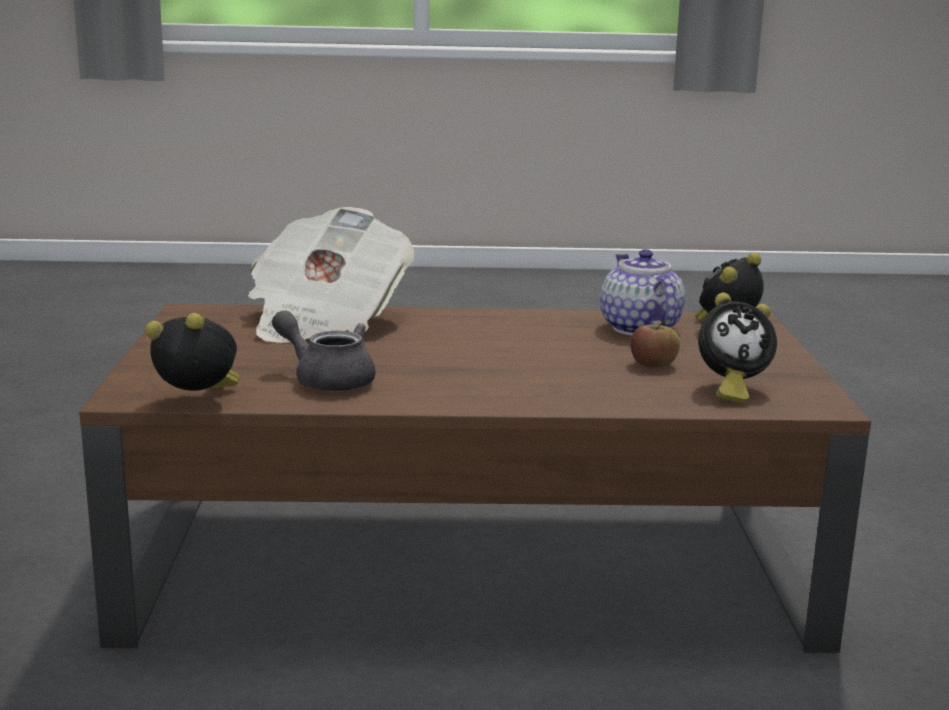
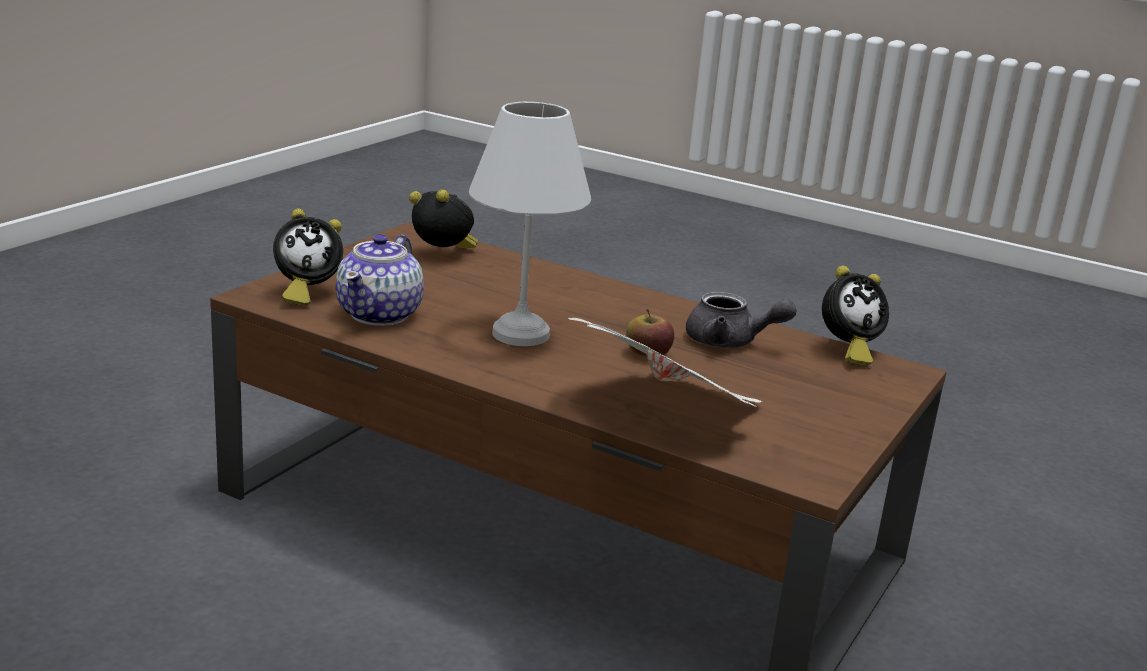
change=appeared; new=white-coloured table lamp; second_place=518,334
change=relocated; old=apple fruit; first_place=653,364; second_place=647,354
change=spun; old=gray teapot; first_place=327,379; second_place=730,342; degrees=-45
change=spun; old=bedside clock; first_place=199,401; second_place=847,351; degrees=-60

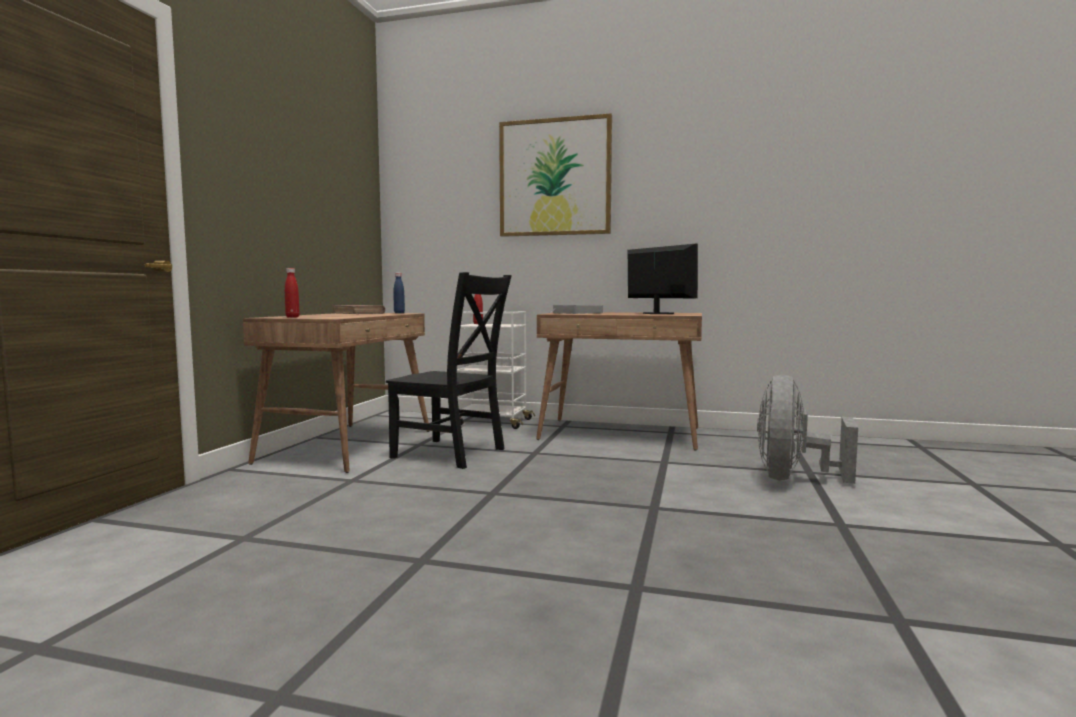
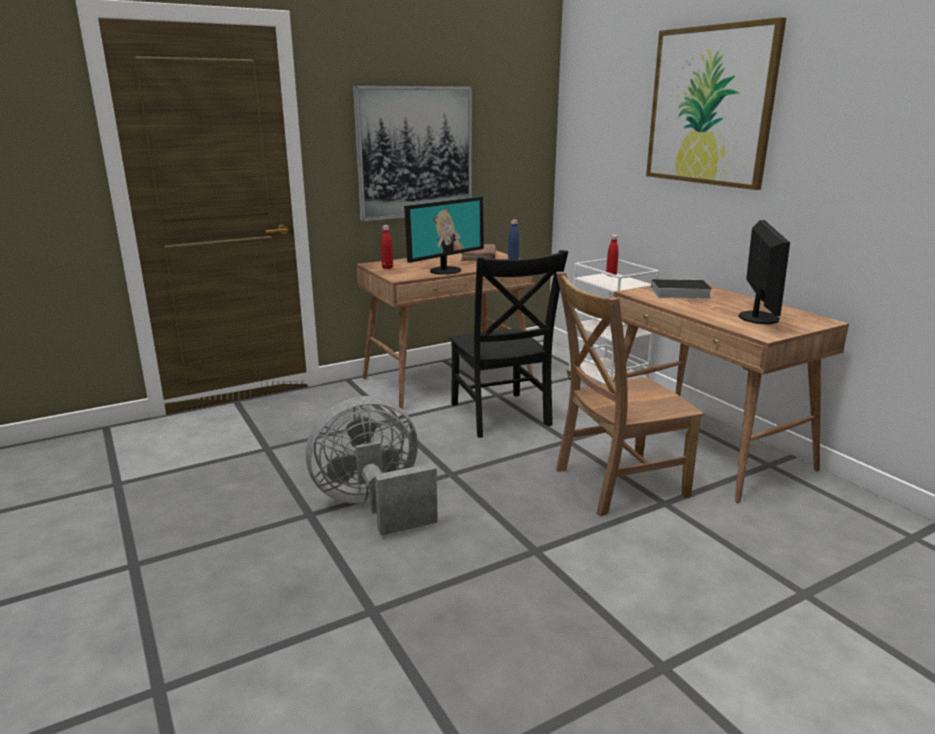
change=relocated; old=gray electric fan; first_place=793,478; second_place=374,506
change=appeared; new=wall art; second_place=415,153
change=appeared; new=monitor; second_place=445,270
change=appeared; new=brown upright chair; second_place=615,483

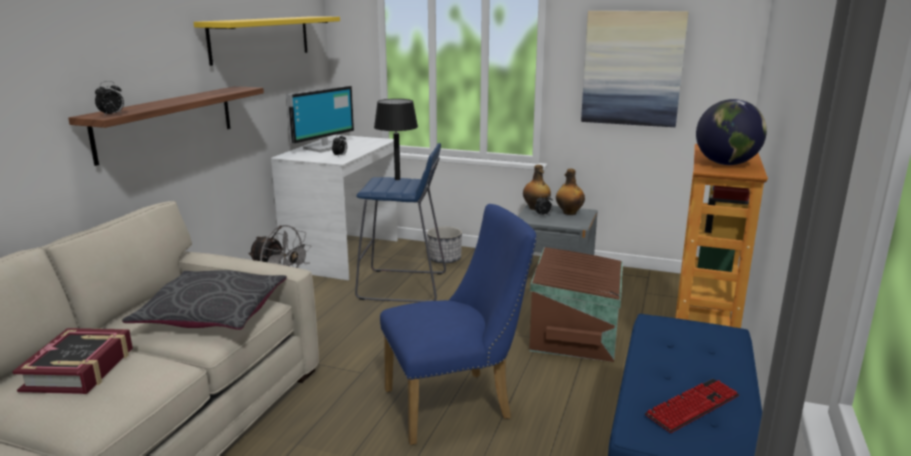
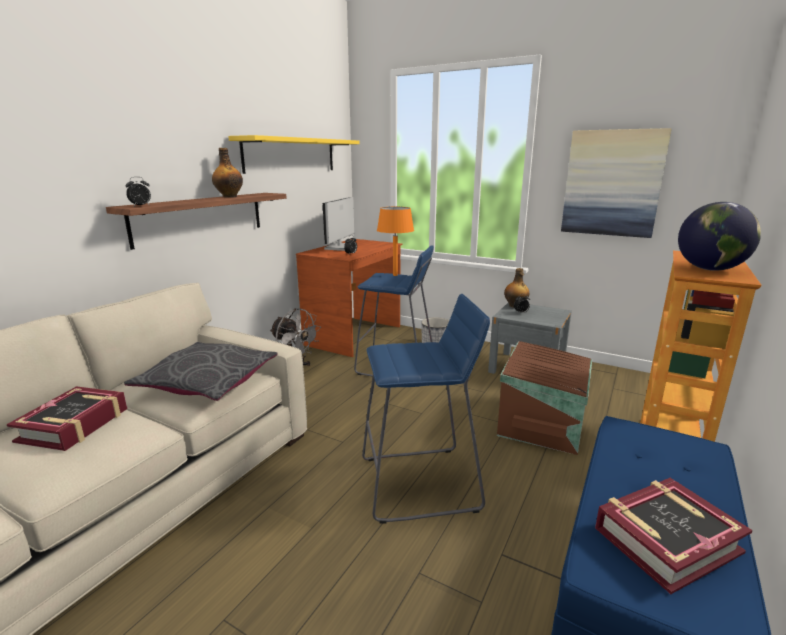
change=relocated; old=drink bottle; first_place=569,213; second_place=229,197
change=colour; old=white-coloured desk unit; new=brown desk unit; first_place=344,255; second_place=354,336
change=spun; old=monitor; first_place=323,147; second_place=341,247; degrees=150
change=exchanged; old=bluish upright chair; new=bluish stool seat; first_place=457,404; second_place=420,483
change=colour; old=black-coloured table lamp; new=orange table lamp; first_place=397,179; second_place=395,275
change=exchanged; old=keyboard; new=bound book; first_place=692,406; second_place=666,539

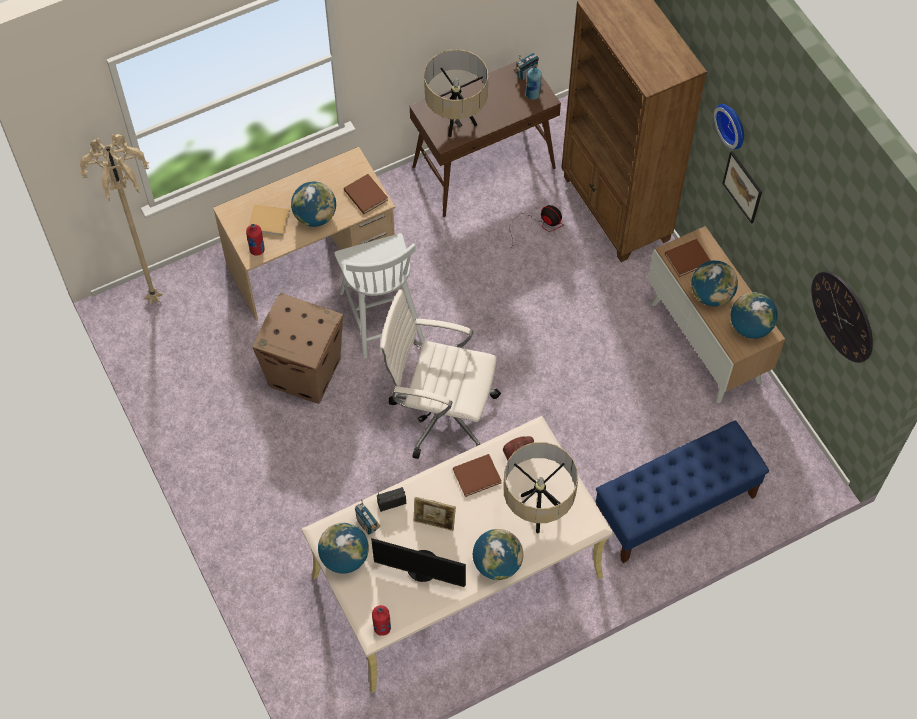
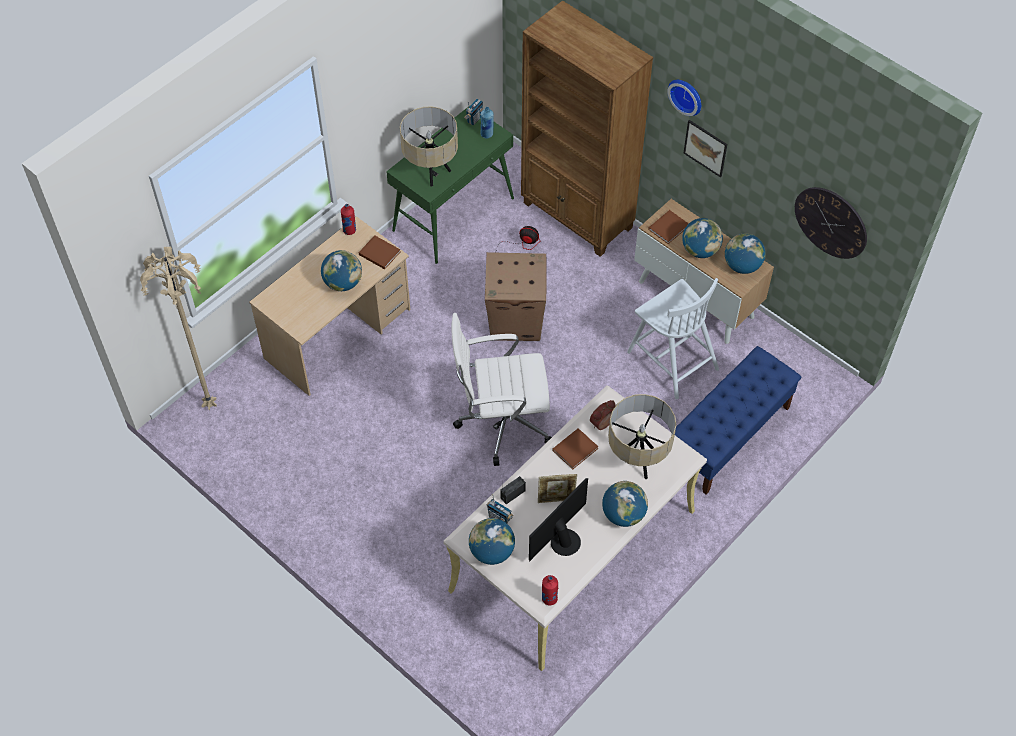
change=relocated; old=red-coloured drink bottle; first_place=257,250; second_place=349,230
change=colour; old=brown narrow table; new=green-coloured narrow table; first_place=484,167; second_place=453,214
change=relocated; old=packing box; first_place=305,372; second_place=516,320
change=spun; old=monitor; first_place=422,570; second_place=562,540; degrees=135
change=relocated; old=white-coloured upright chair; first_place=381,315; second_place=671,359
change=missing; old=beige-coloured bound book; first_place=270,221

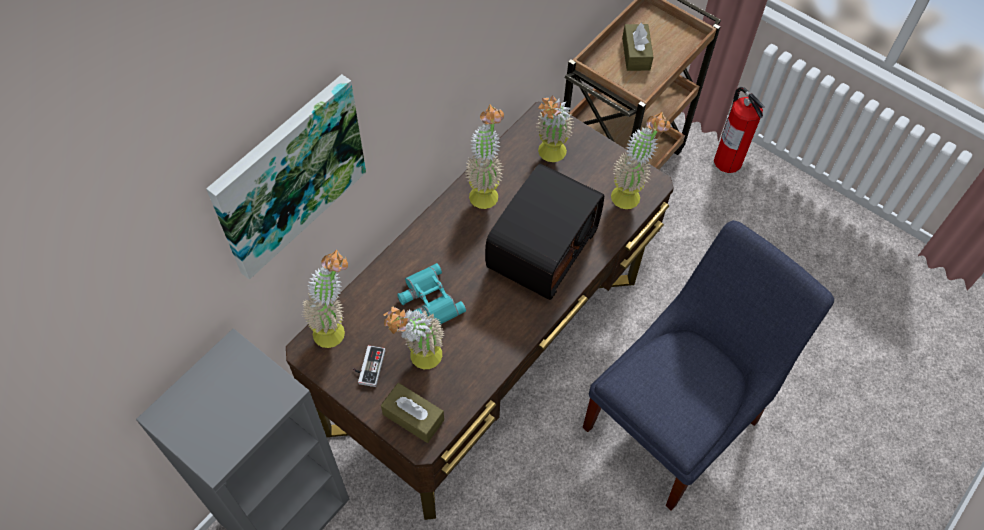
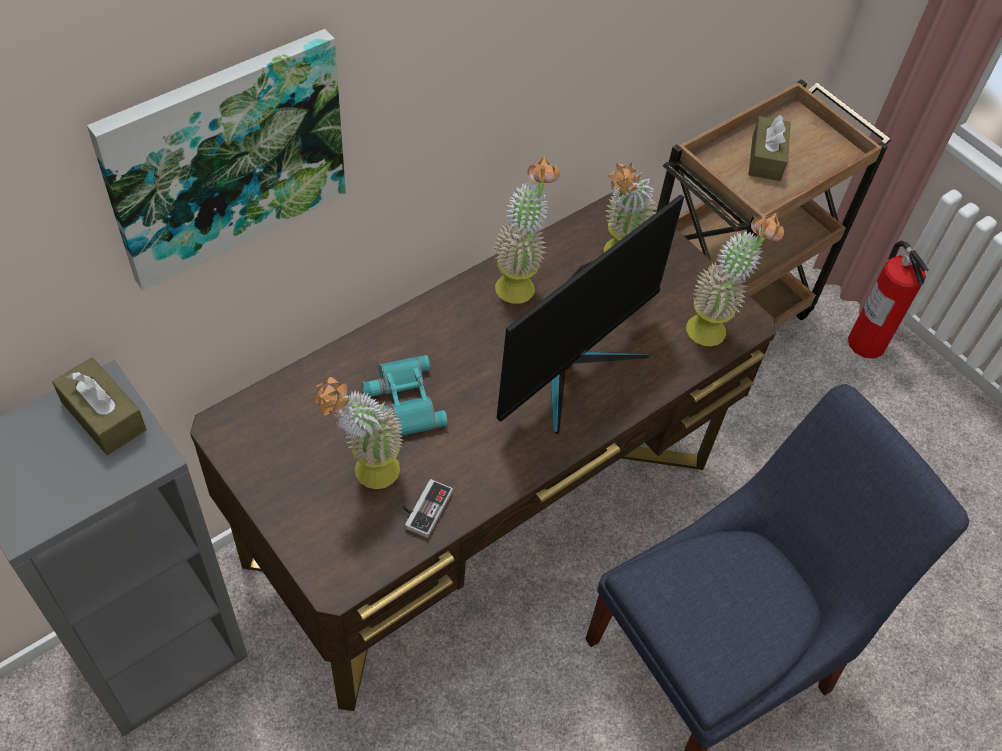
change=relocated; old=brown tissue holder; first_place=413,417; second_place=103,416
change=relocated; old=gamepad; first_place=368,366; second_place=423,508
change=exchanged; old=radio receiver; new=monitor; first_place=540,247; second_place=573,368
change=missing; old=potted plant; first_place=334,327

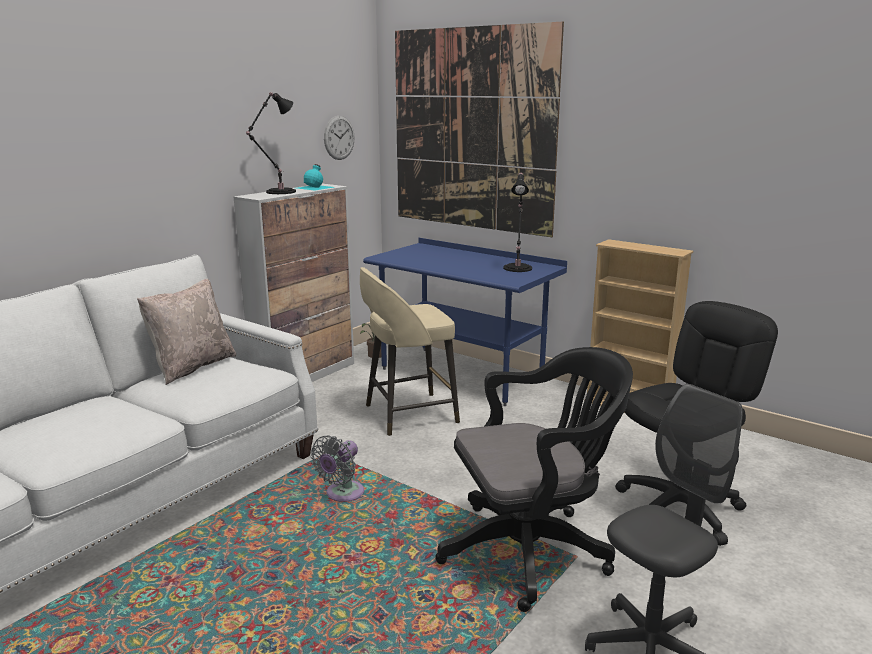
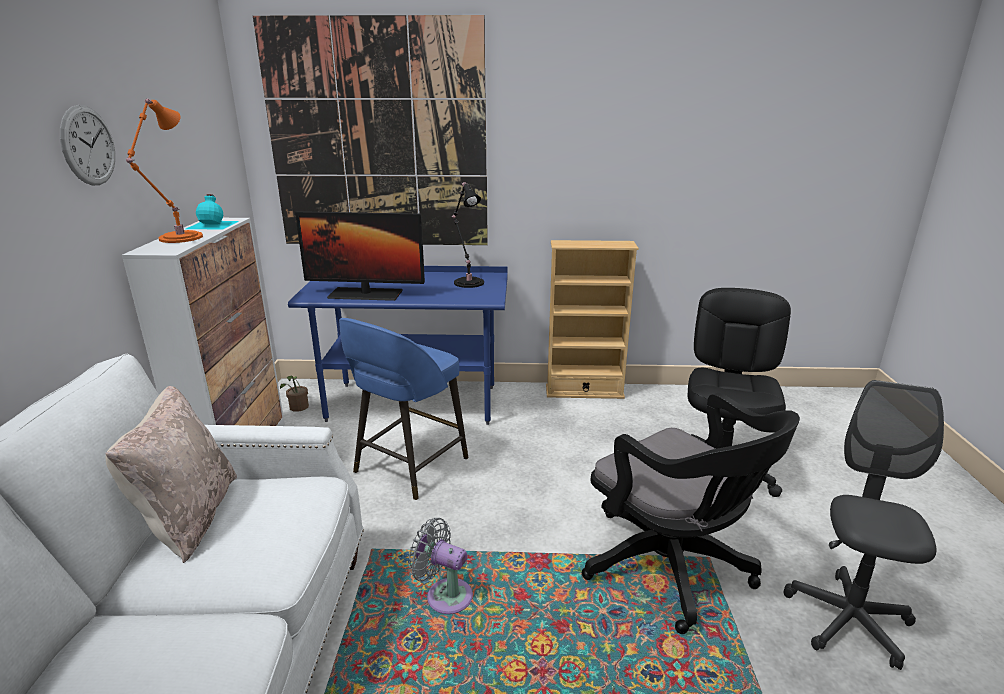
change=relocated; old=wall clock; first_place=339,138; second_place=88,146
change=colour; old=black-coloured table lamp; new=orange table lamp; first_place=278,192; second_place=178,238
change=appeared; new=monitor; second_place=365,294
change=colour; old=beige-coloured stool seat; new=bluish stool seat; first_place=408,414; second_place=409,466
change=spun; old=gray electric fan; first_place=342,494; second_place=445,595; degrees=120
change=spun; old=black-coloured office chair; first_place=532,550; second_place=672,569; degrees=105

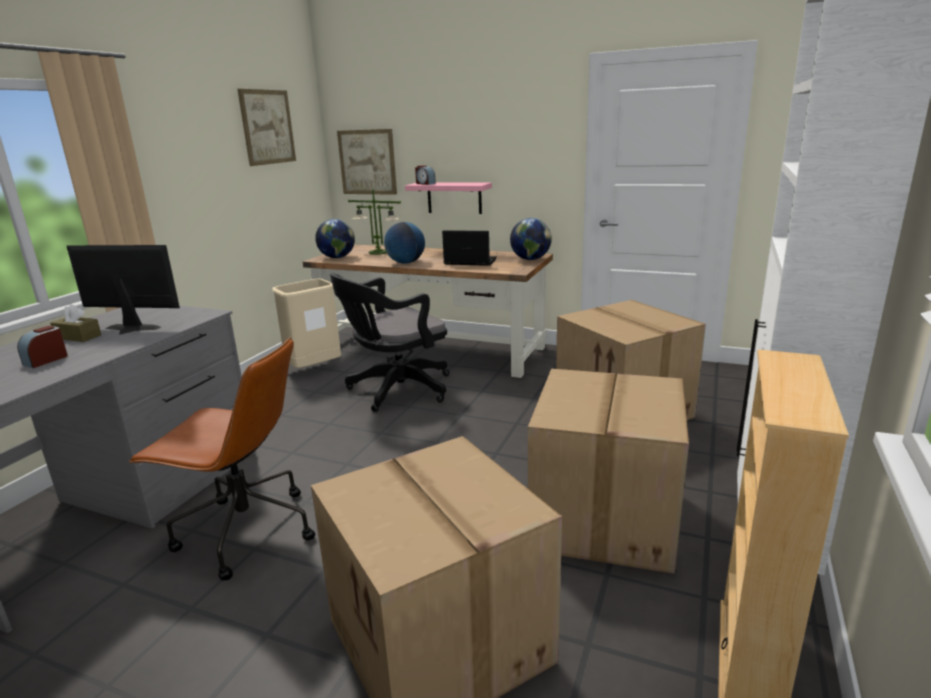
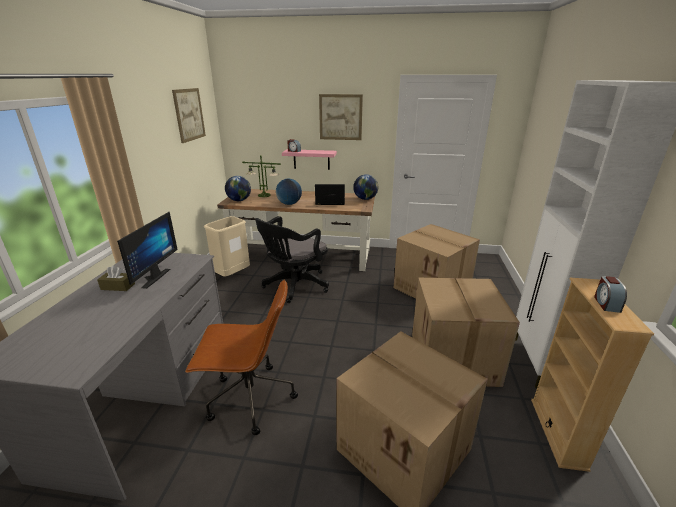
change=spun; old=monitor; first_place=128,330; second_place=152,277; degrees=105
change=relocated; old=wall art; first_place=367,162; second_place=340,117
change=relocated; old=bedside clock; first_place=46,360; second_place=606,303

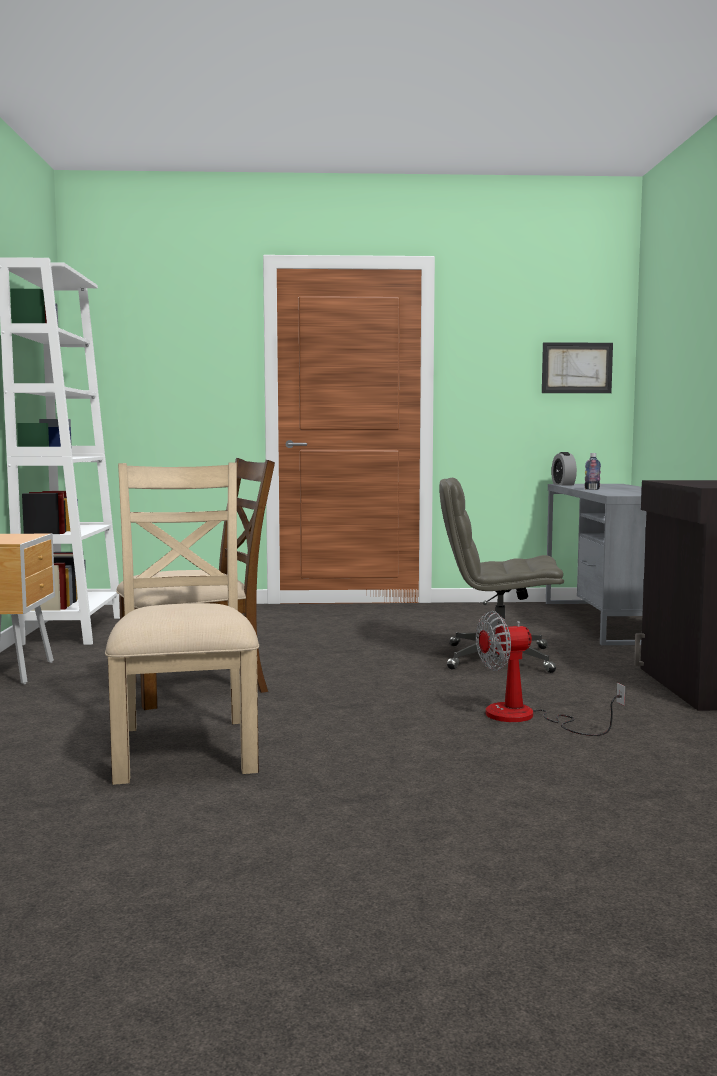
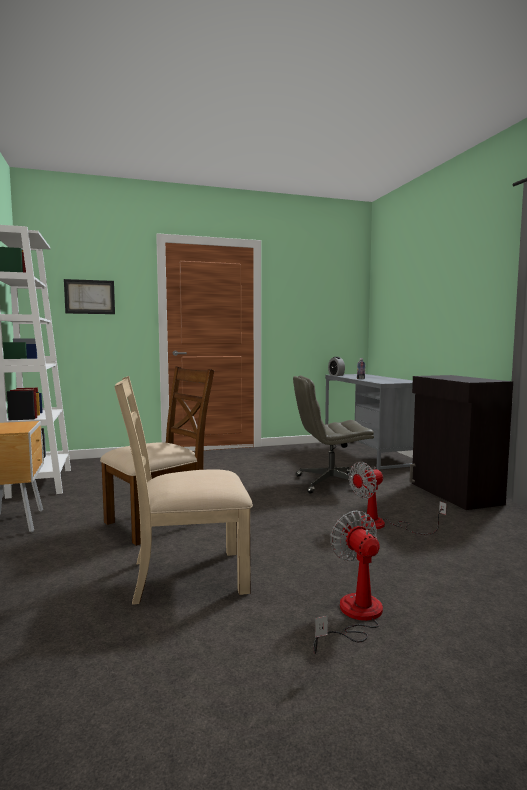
change=relocated; old=wall art; first_place=576,368; second_place=90,297
change=spun; old=beige-coloured upright chair; first_place=185,748; second_place=187,575; degrees=-75
change=appeared; new=electric fan; second_place=354,616

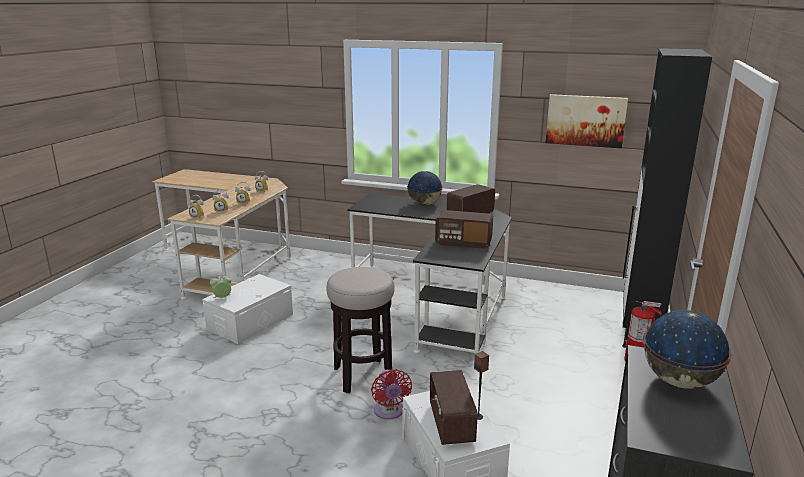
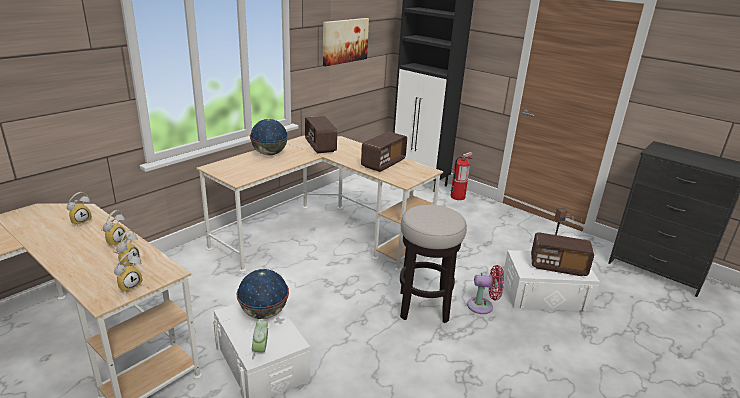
change=colour; old=black-coloured desk unit; new=beige-coloured desk unit; first_place=438,302; second_place=321,235
change=relocated; old=world globe; first_place=679,381; second_place=263,313

